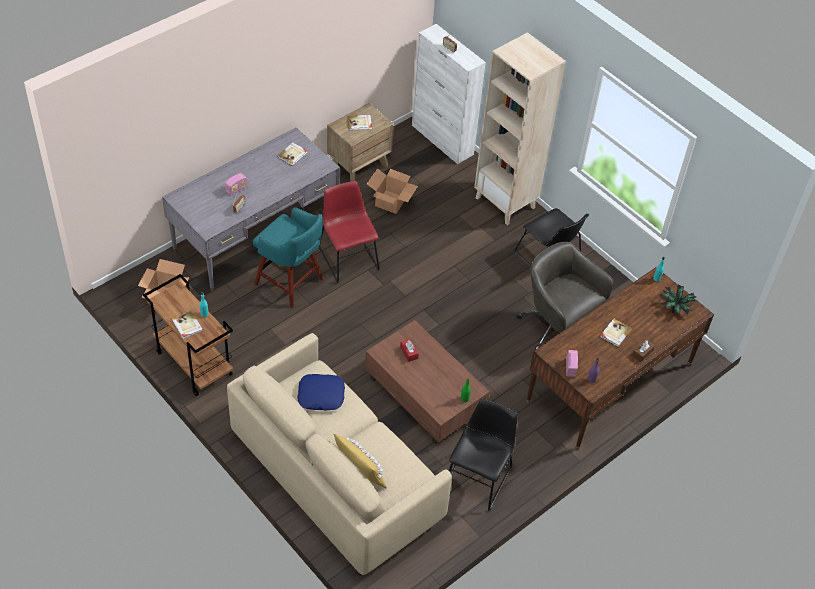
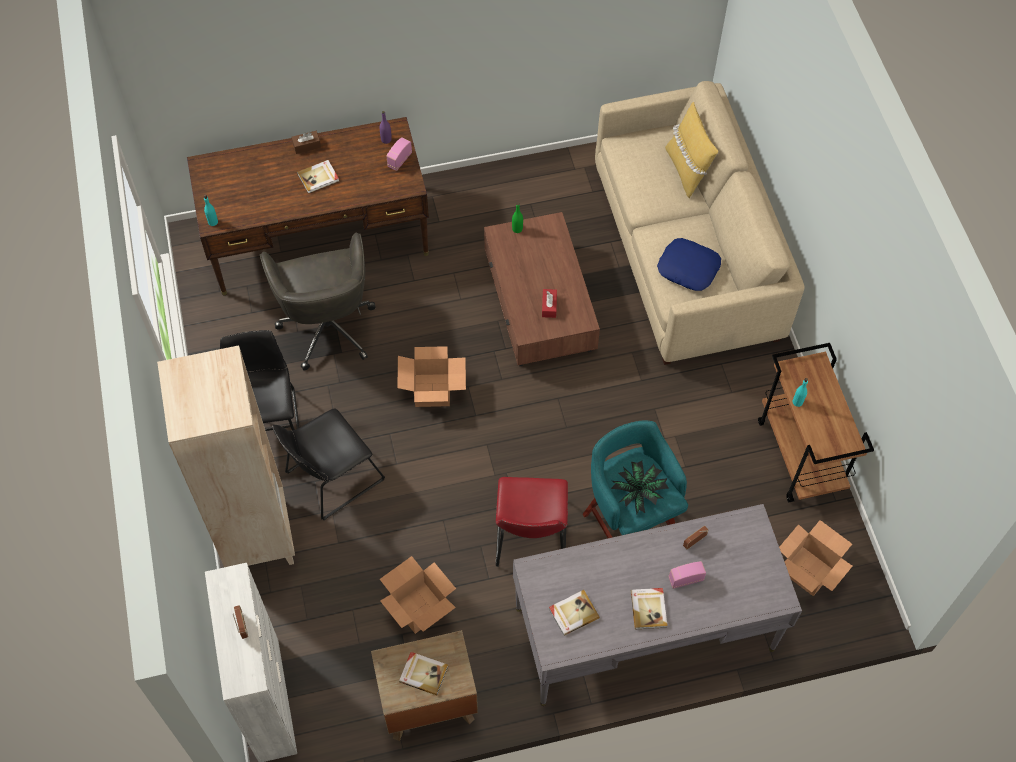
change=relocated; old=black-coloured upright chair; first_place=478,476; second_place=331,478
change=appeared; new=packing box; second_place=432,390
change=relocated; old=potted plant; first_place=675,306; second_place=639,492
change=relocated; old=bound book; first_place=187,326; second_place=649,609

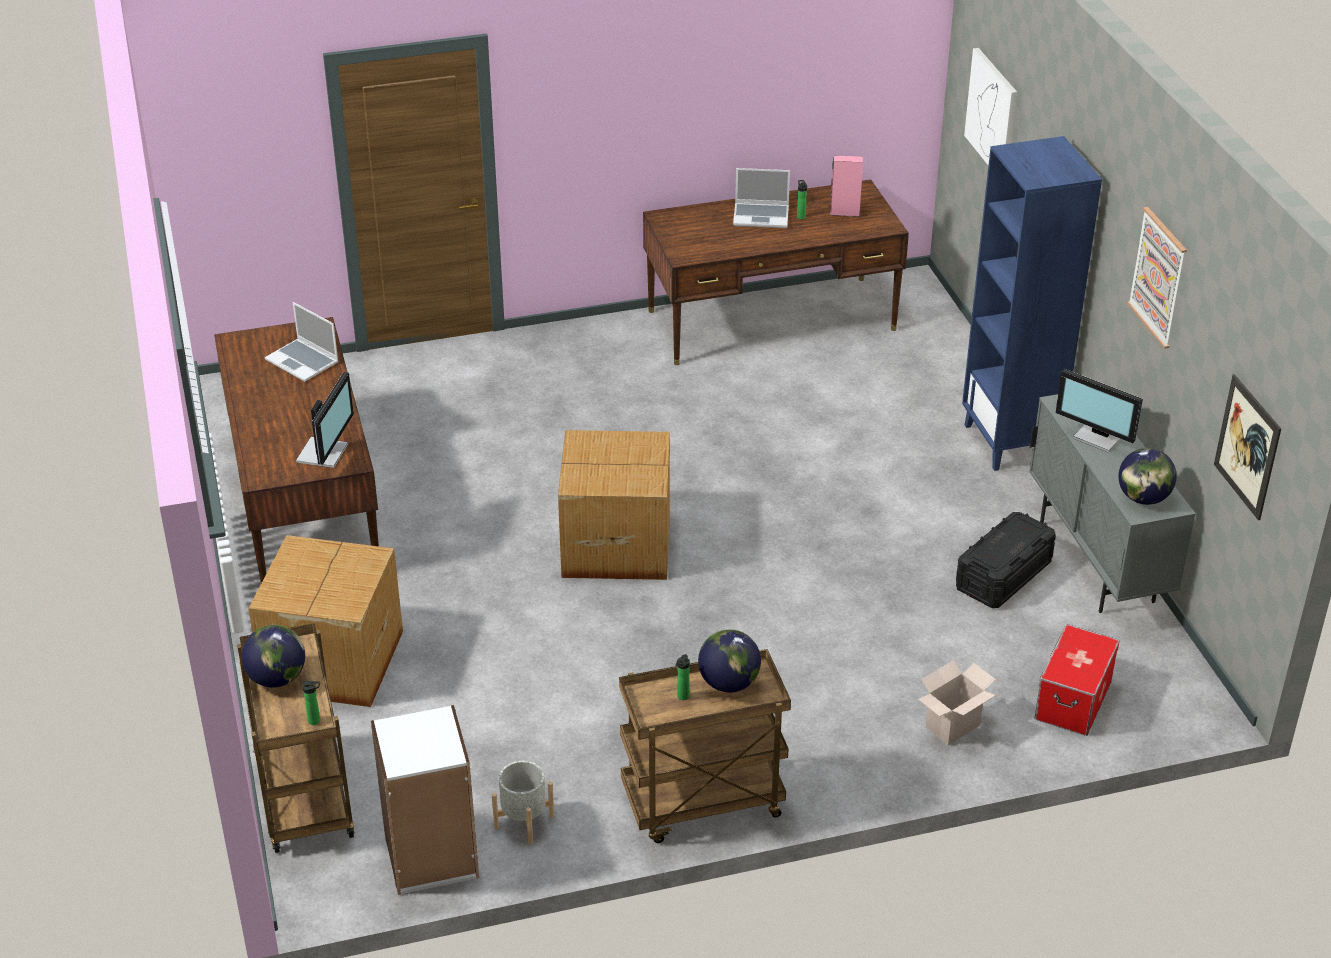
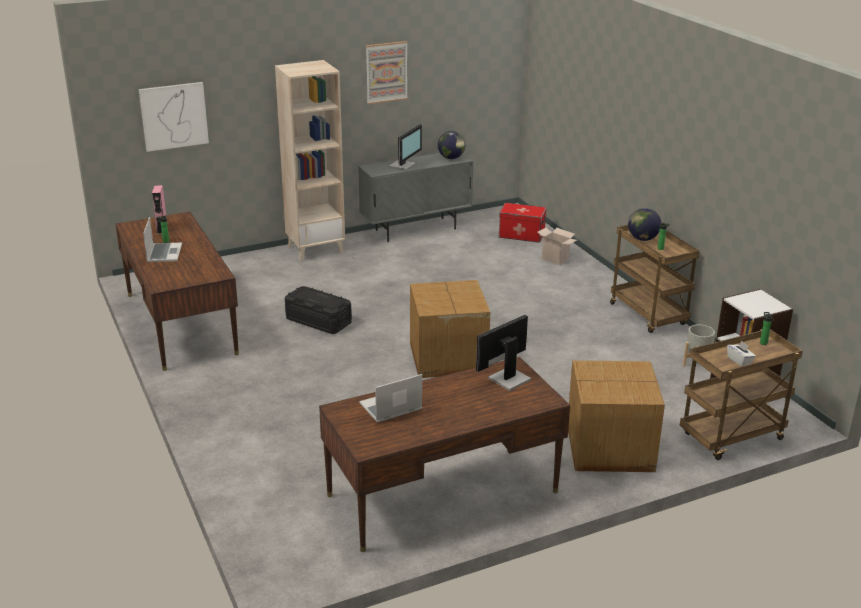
change=colour; old=bluish shelving unit; new=beige-coloured shelving unit; first_place=1010,442; second_place=316,249
change=relocated; old=black-coloured storage box; first_place=1003,575; second_place=318,321
change=spun; old=notebook computer; first_place=303,361; second_place=390,408; degrees=-150
change=spun; old=monitor; first_place=325,453; second_place=507,378; degrees=-45
change=exchanged; old=world globe; new=white-coloured tissue holder; first_place=277,678; second_place=739,360
change=missing; old=wall art; first_place=1247,447

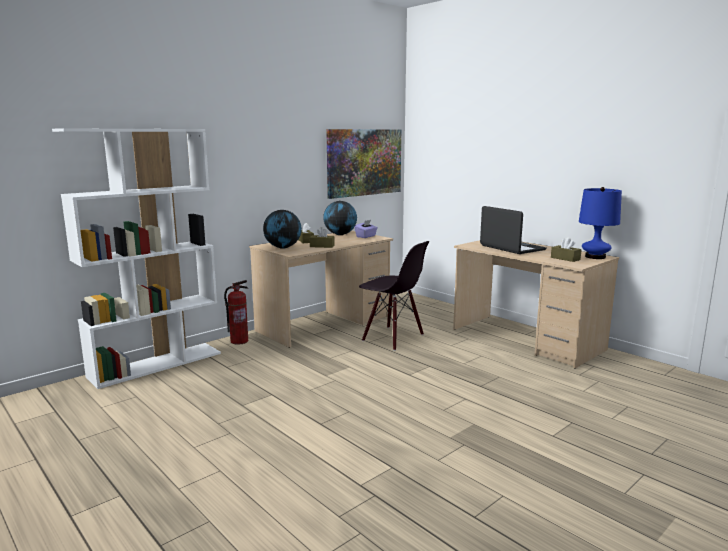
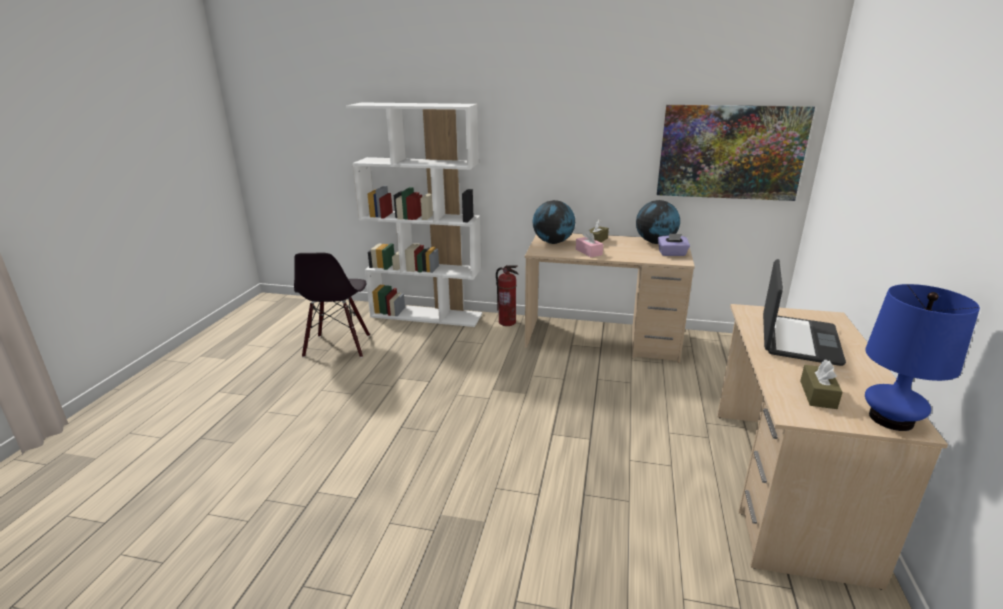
change=relocated; old=black-coloured upright chair; first_place=392,338; second_place=338,346
change=colour; old=brown tissue holder; new=pinkish tissue holder; first_place=322,246; second_place=588,252

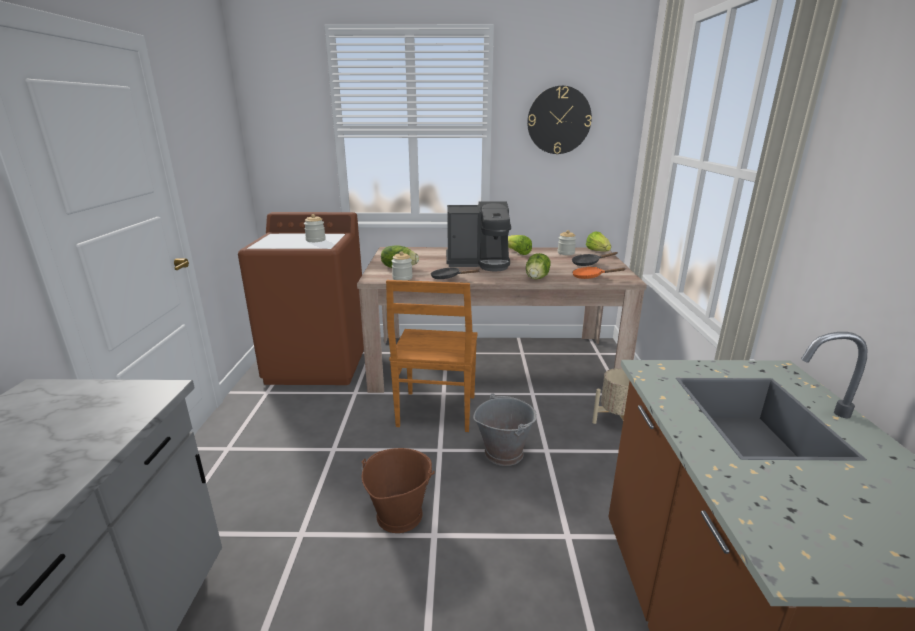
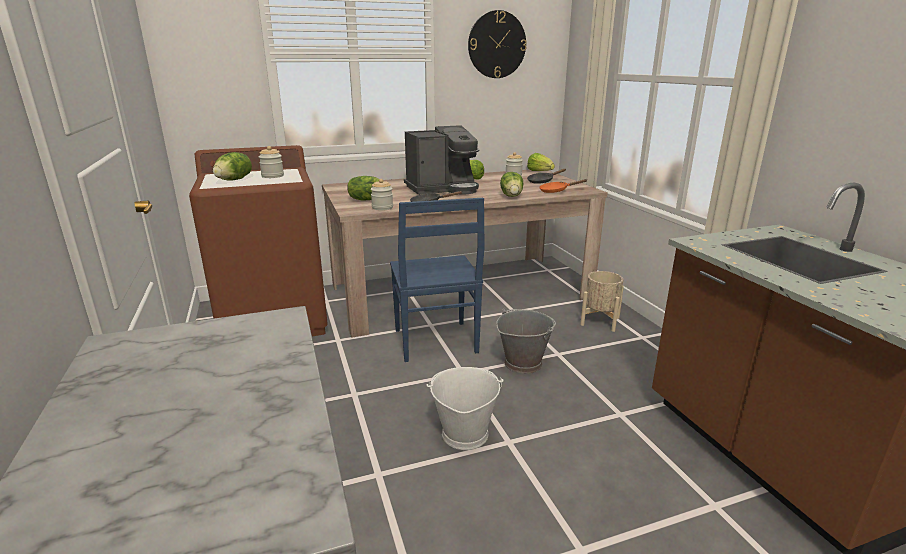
change=appeared; new=lettuce; second_place=234,180
change=colour; old=brown upright chair; new=bluish upright chair; first_place=436,412; second_place=436,342
change=colour; old=brown bucket; new=white-coloured bucket; first_place=399,514; second_place=464,434

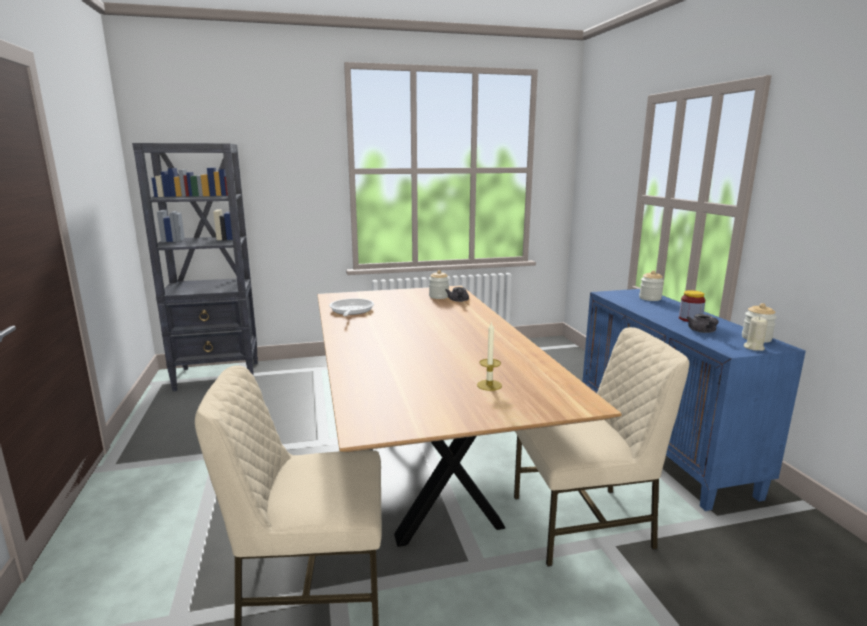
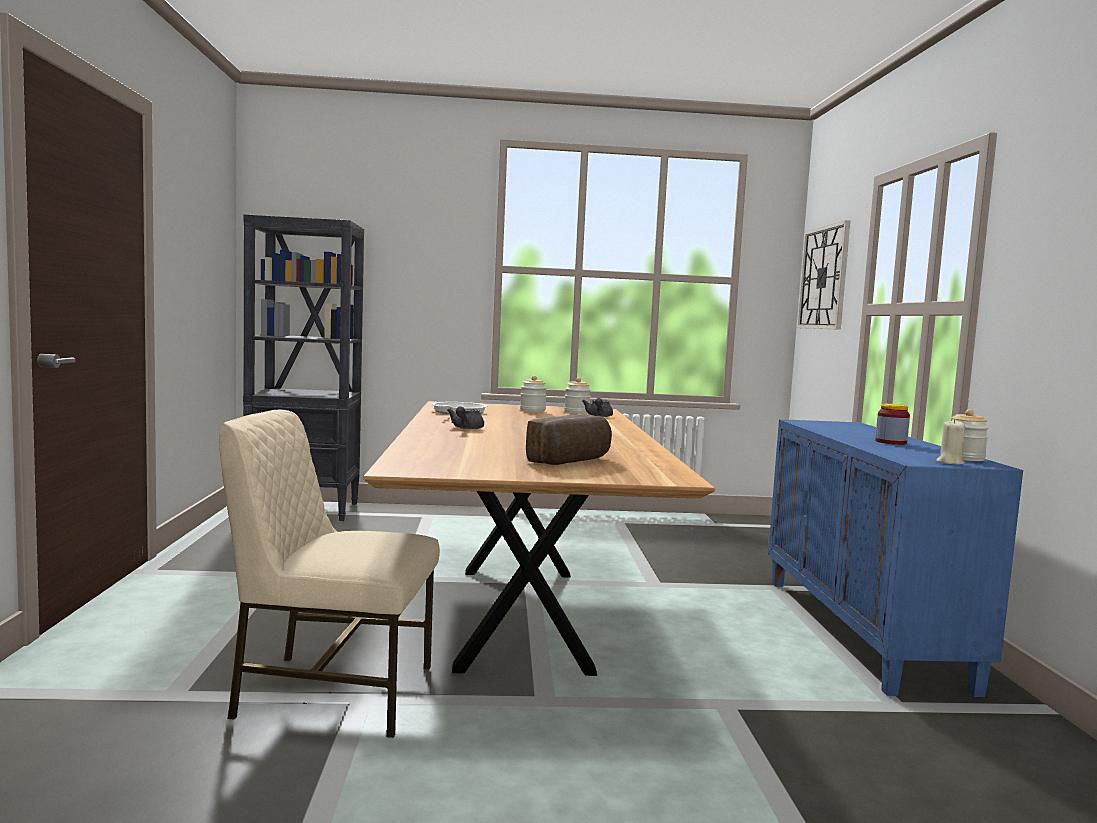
change=relocated; old=gray teapot; first_place=702,331; second_place=466,428
change=relocated; old=preserve jar; first_place=650,298; second_place=532,410
change=exchanged; old=wax light; new=bread; first_place=489,385; second_place=572,461
change=appeared; new=wall clock; second_place=823,278
change=missing; old=beige-coloured upright chair; first_place=584,523

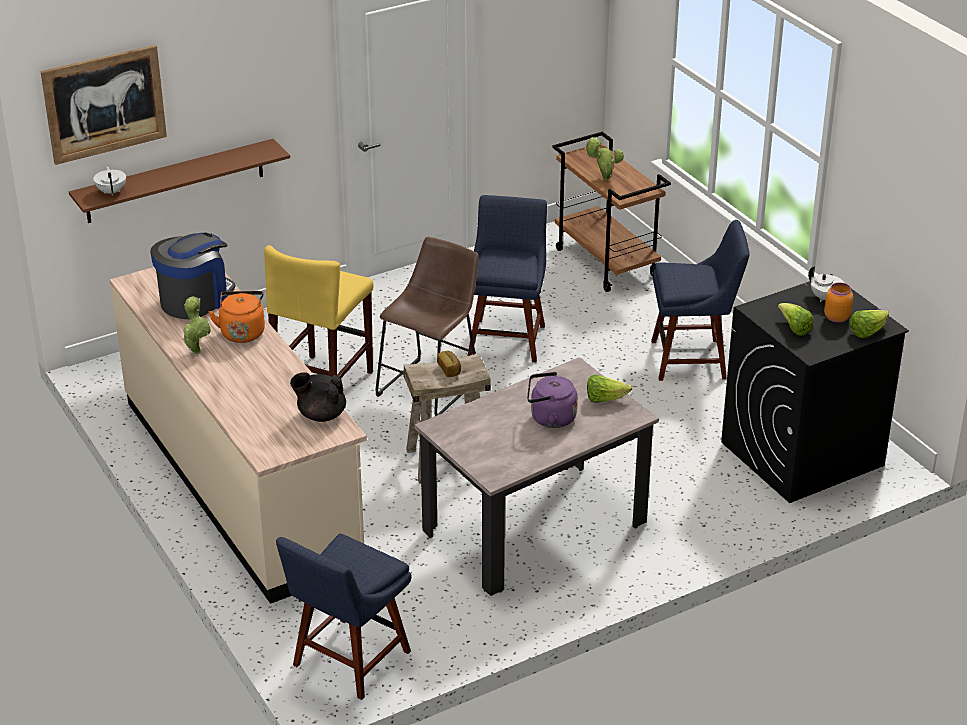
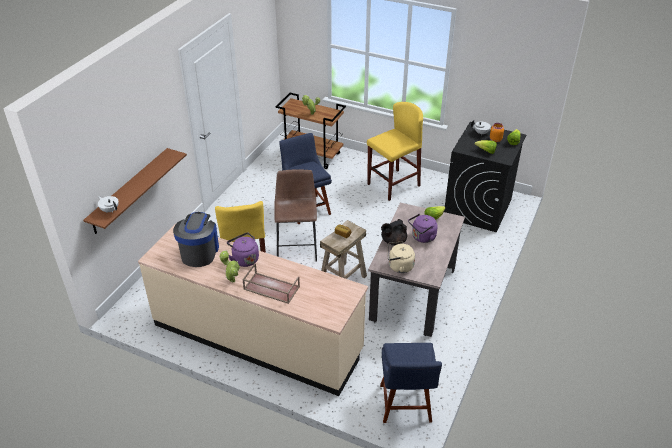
change=colour; old=orange kettle; new=purple-coloured kettle; first_place=242,332; second_place=244,259
change=appeared; new=brown carrying tray; second_place=271,288
change=exchanged; old=bluish upright chair; new=yellow-coloured stool seat; first_place=693,359; second_place=393,185
change=relocated; old=black-coloured teapot; first_place=321,415; second_place=393,241
change=appeared; new=beige-coloured kettle; second_place=399,266
change=missing; old=wall art; first_place=104,104

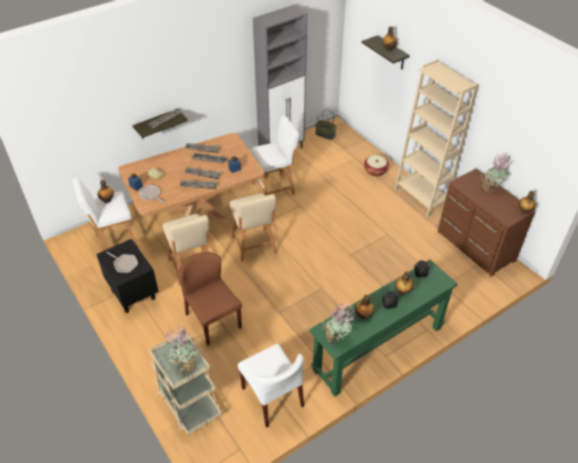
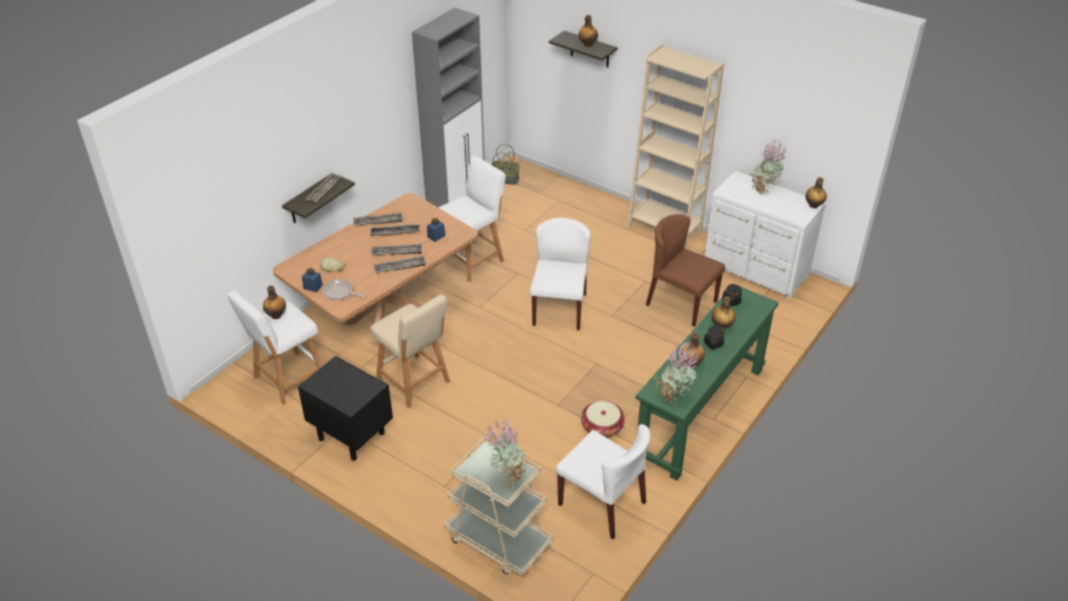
change=appeared; new=white-coloured upright chair; second_place=559,309
change=relocated; old=storage basket; first_place=375,170; second_place=602,427
change=relocated; old=brown upright chair; first_place=213,320; second_place=681,303
change=colour; old=brown chest of drawers; new=white-coloured chest of drawers; first_place=474,247; second_place=755,271
change=missing; old=skillet; first_place=124,264
change=missing; old=beige-coloured stool seat; first_place=254,246

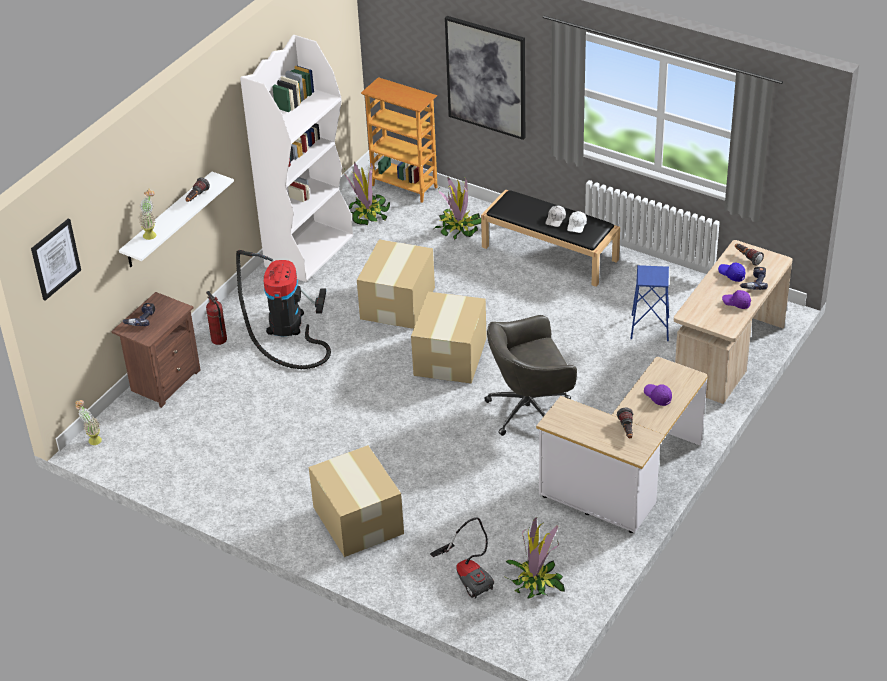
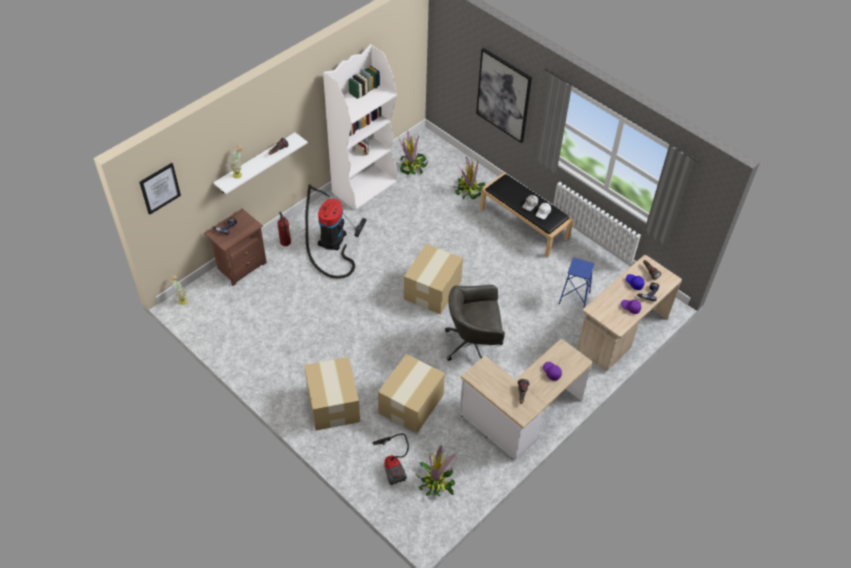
change=relocated; old=packing box; first_place=396,303; second_place=410,404
change=missing; old=shelving unit; first_place=405,186

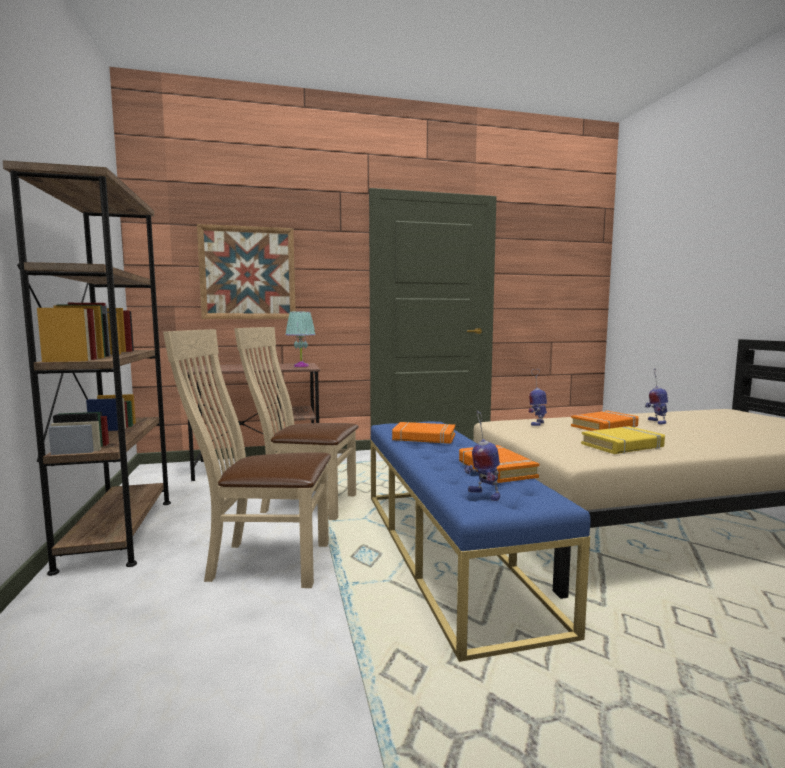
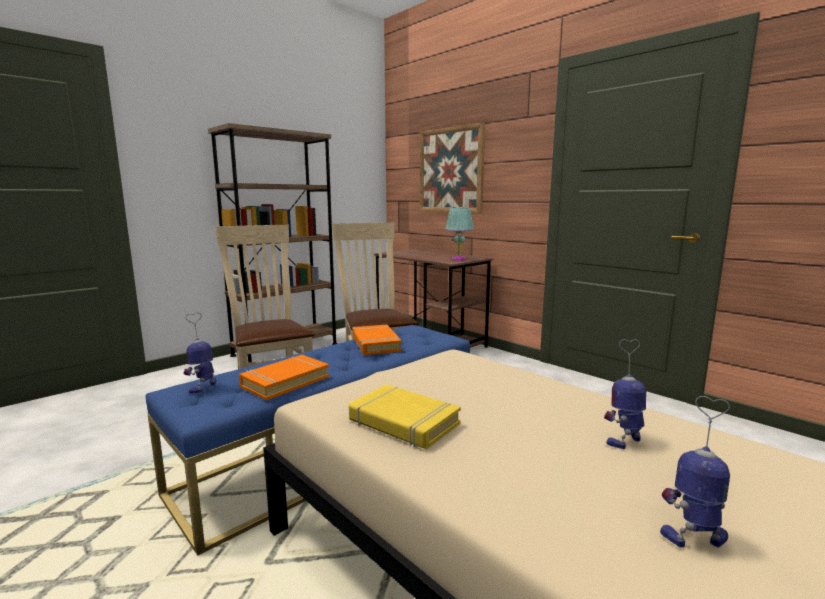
change=relocated; old=robot figure; first_place=537,423; second_place=695,538
change=missing; old=orange bound book; first_place=604,426

